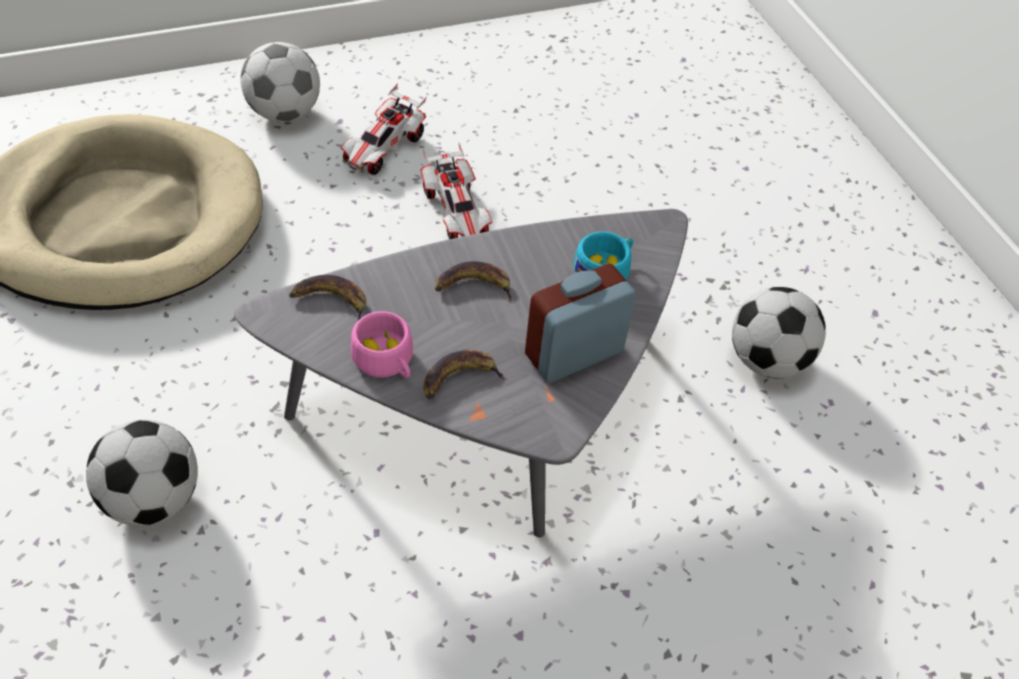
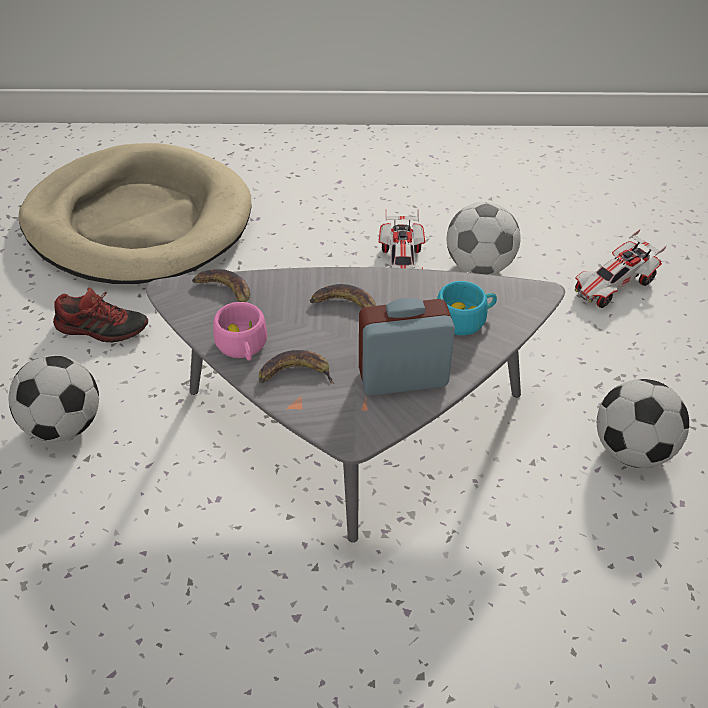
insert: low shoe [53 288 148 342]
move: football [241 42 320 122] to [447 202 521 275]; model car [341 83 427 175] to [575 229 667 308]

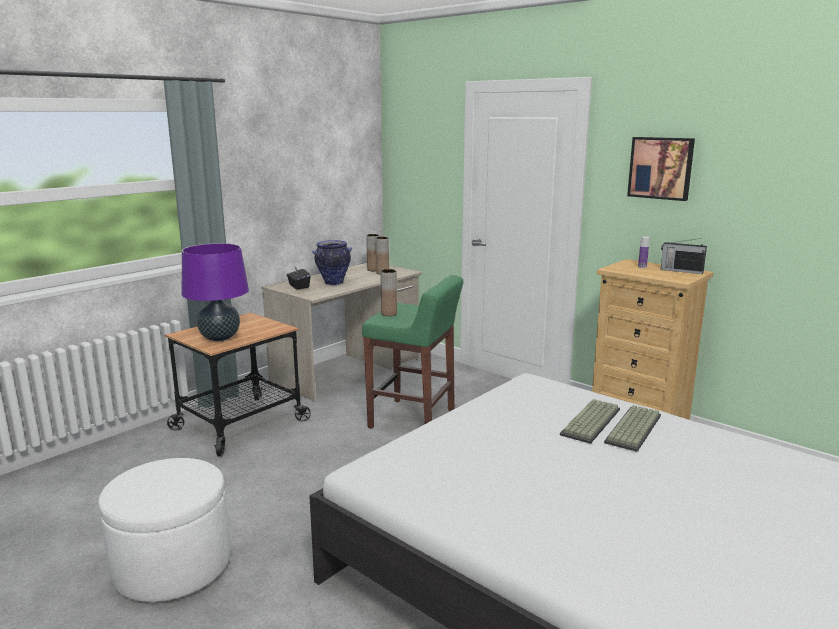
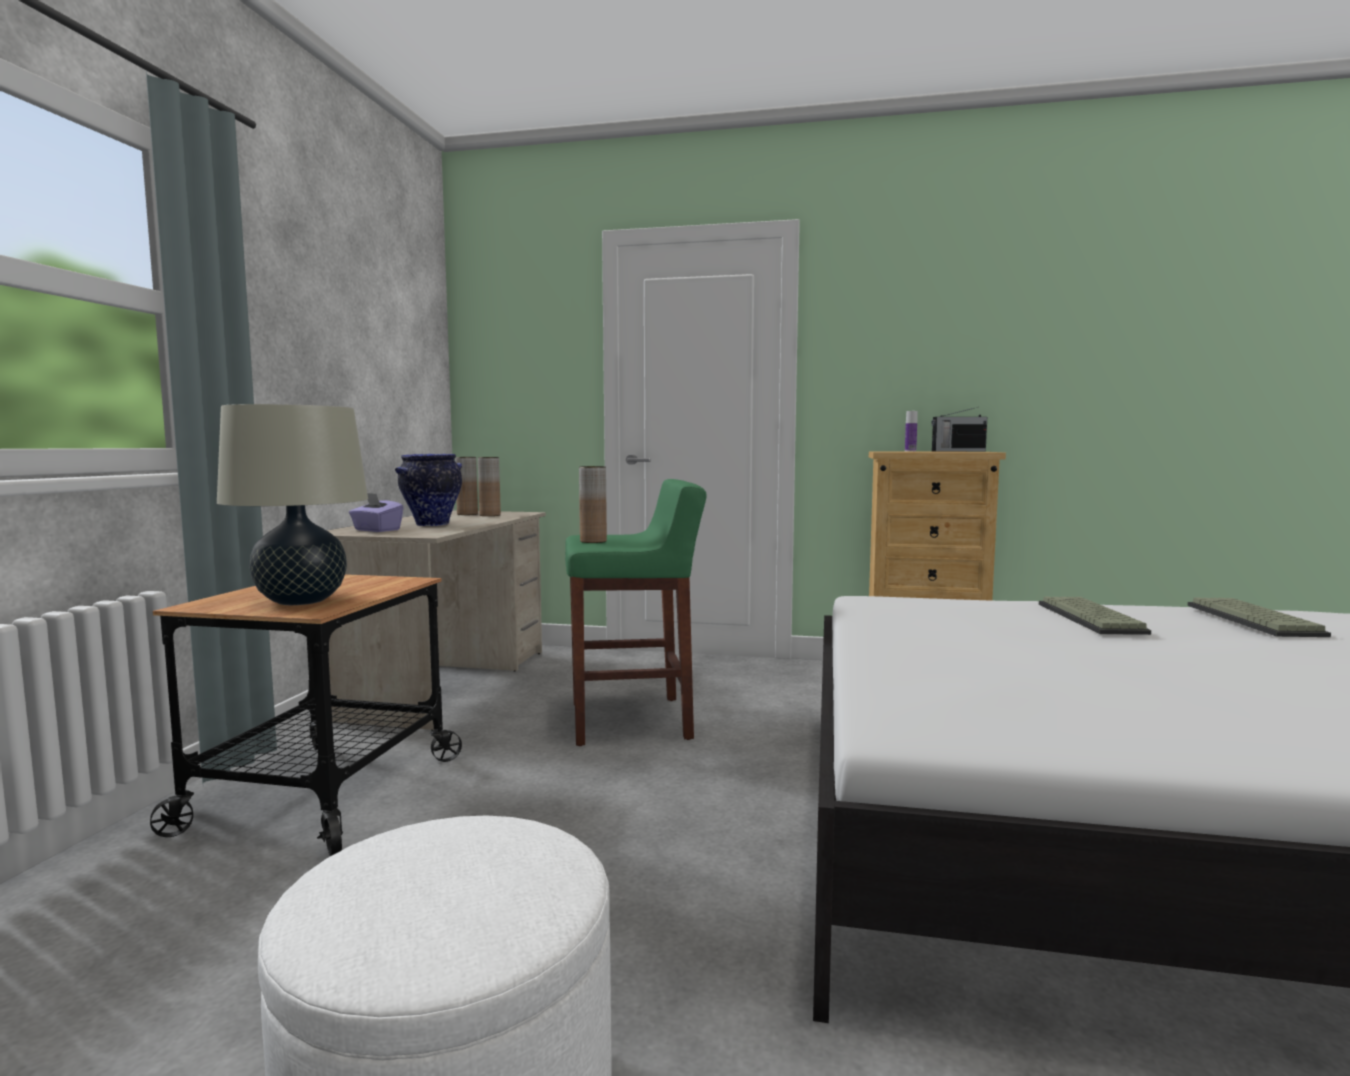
delete: wall picture [627 137 695 201]
move: PC keyboard [560 399 620 444] to [1187 598 1331 637]
recolor: lamp for a table in purple-coloured [182 243 249 341] to lamp for a table in sand-coloured [217 404 368 605]; box of tissues in black [287 266 310 289] to box of tissues in purple-coloured [349 493 404 532]

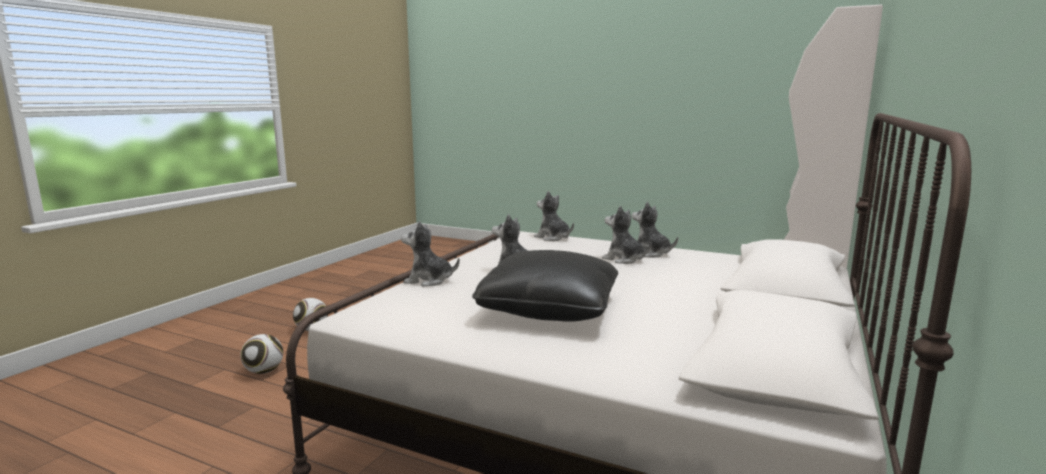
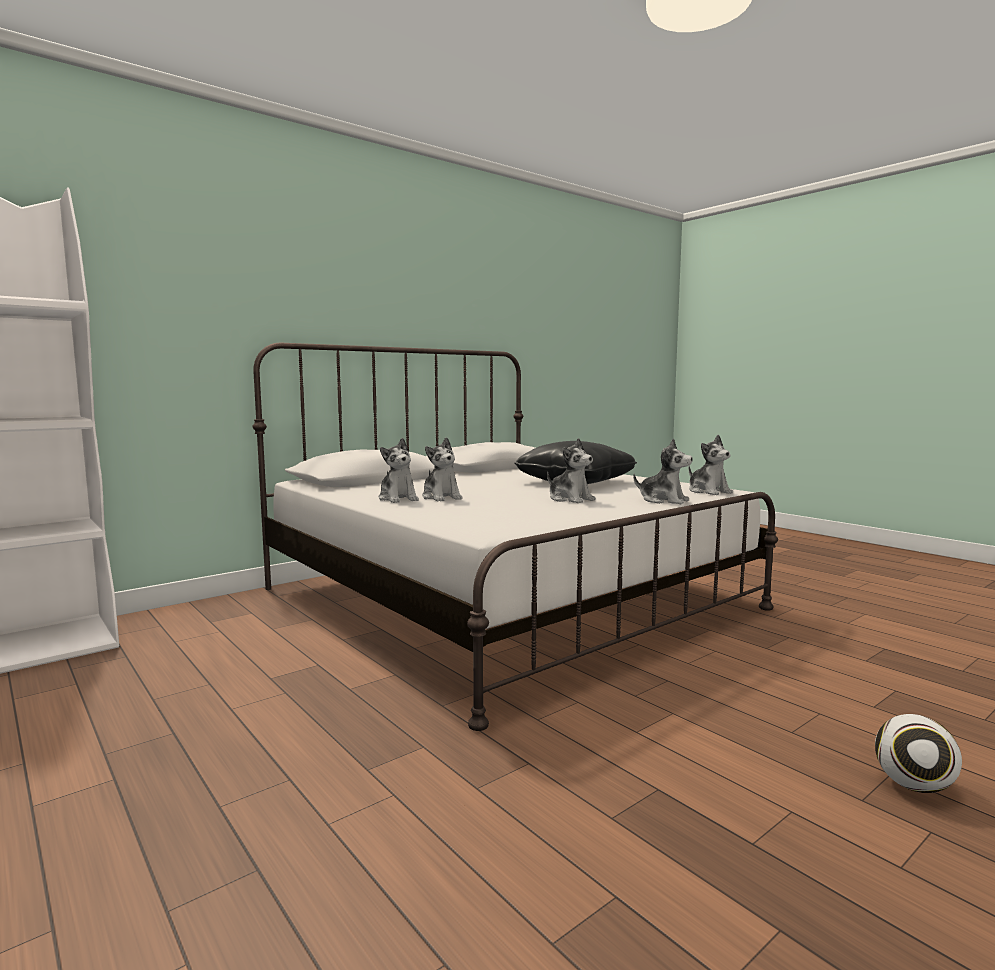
delete: football [240 334 283 374]
move: cuddly toy [534 191 574 241] to [689 434 733 495]

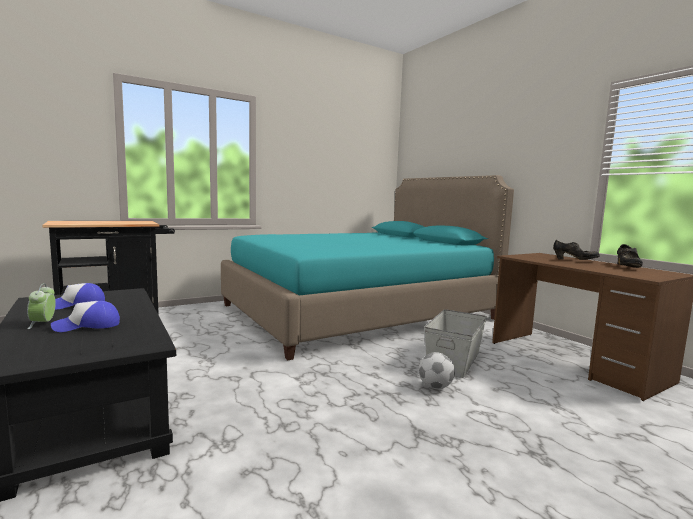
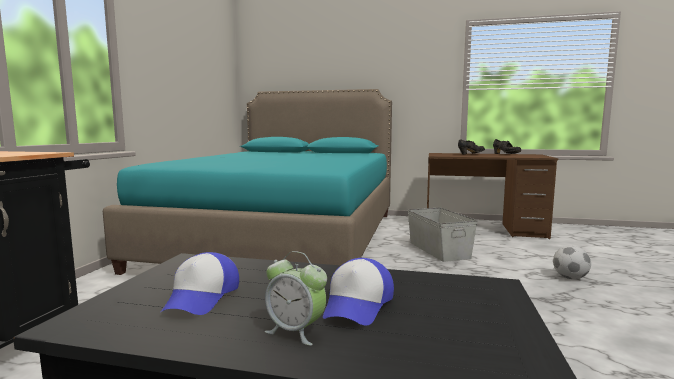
move: football [419 352 455 389] to [553 246 591 279]

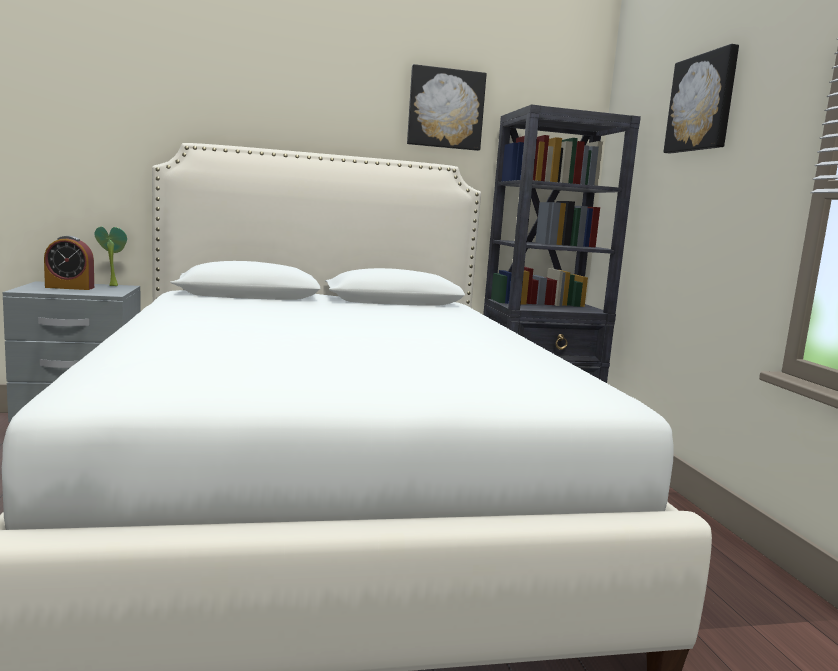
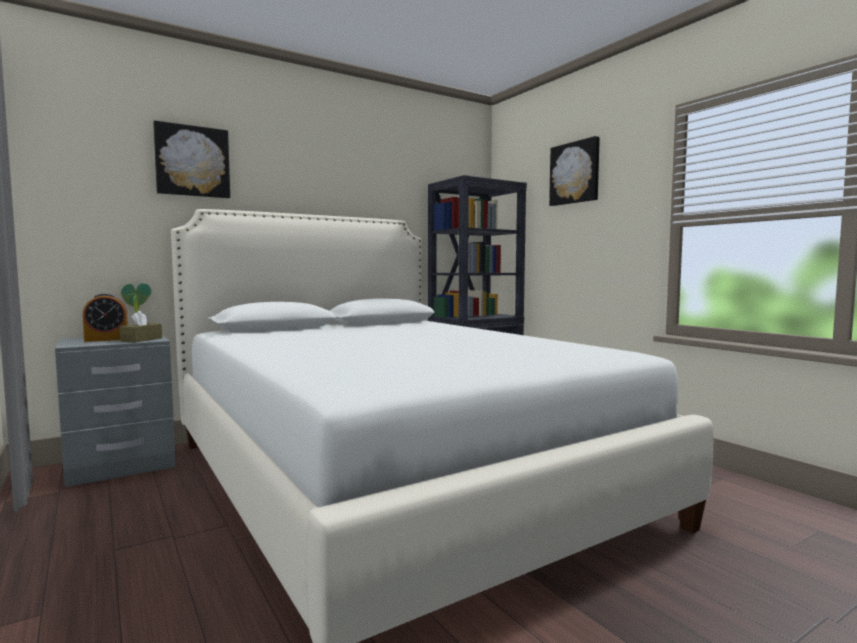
insert: box of tissues in brown-coloured [120 311 162 342]
move: wall picture [407 64 487 151] to [153 121 230 198]

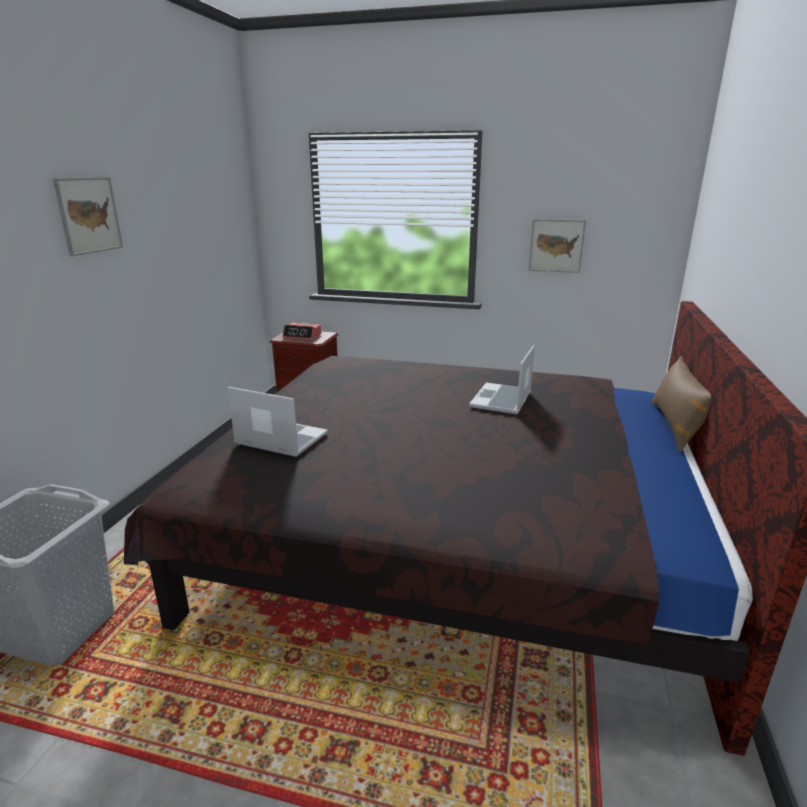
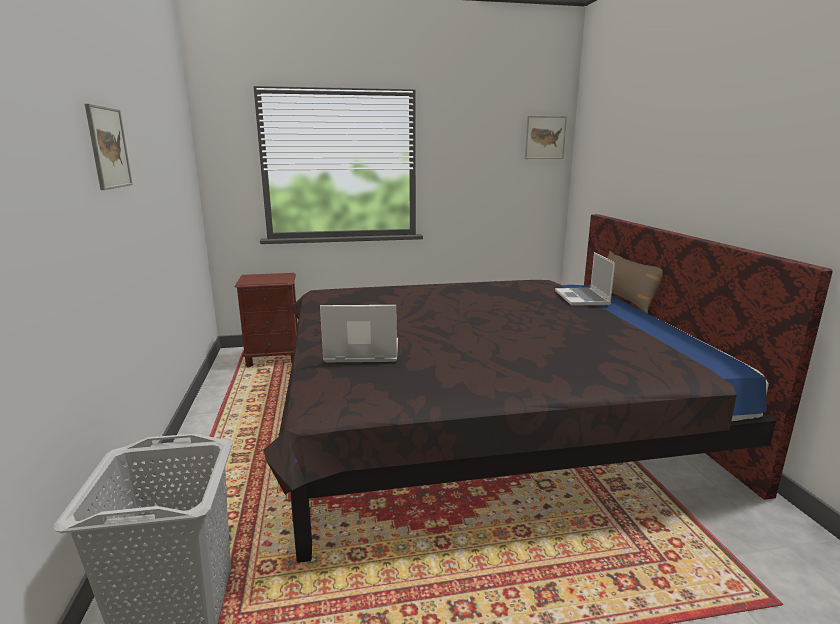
delete: bedside clock [282 323 321 341]
move: wall picture [529 219 586 273] to [525 116 567 159]; portable computer [469 345 535 414] to [555 252 615 306]

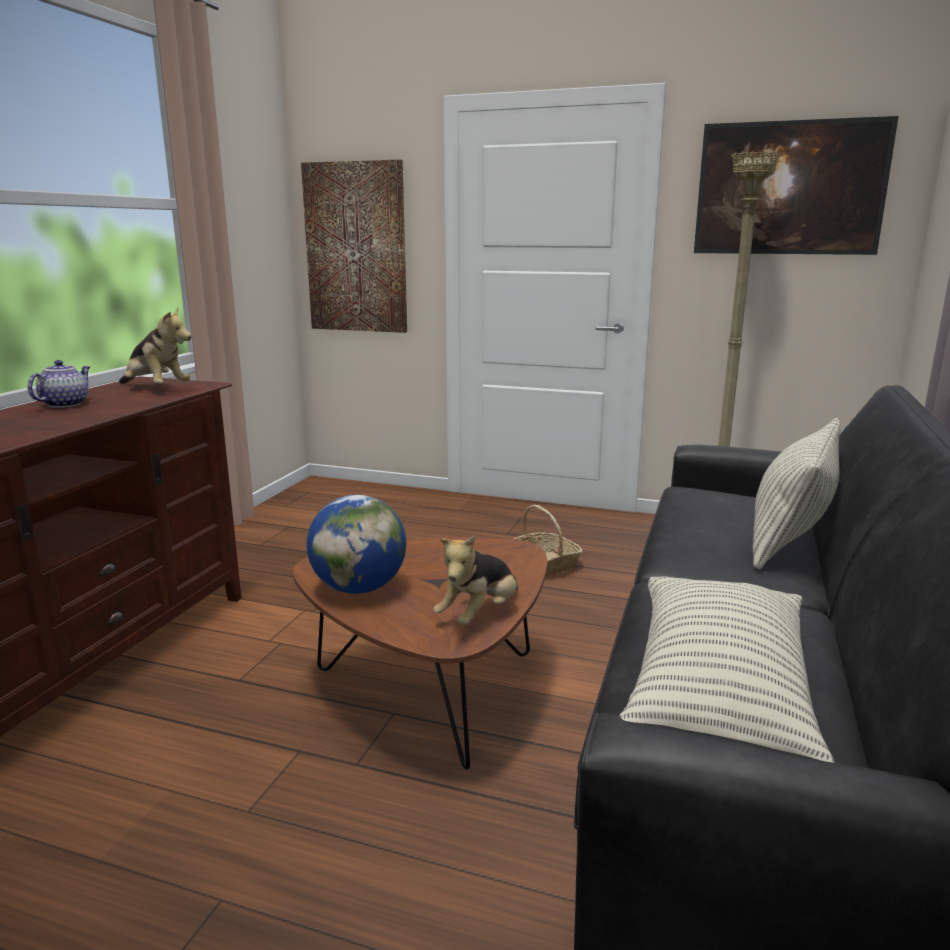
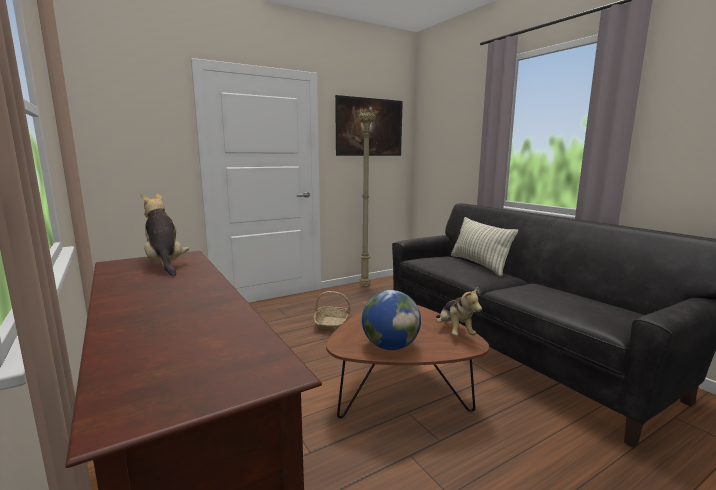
delete: tea pot [28 360 91 408]; wall picture [301 160 407 333]; pillow [620 576 834 763]
rotate: cuddly toy [119 307 191 384] = [141 194 189 276] 105 degrees counterclockwise

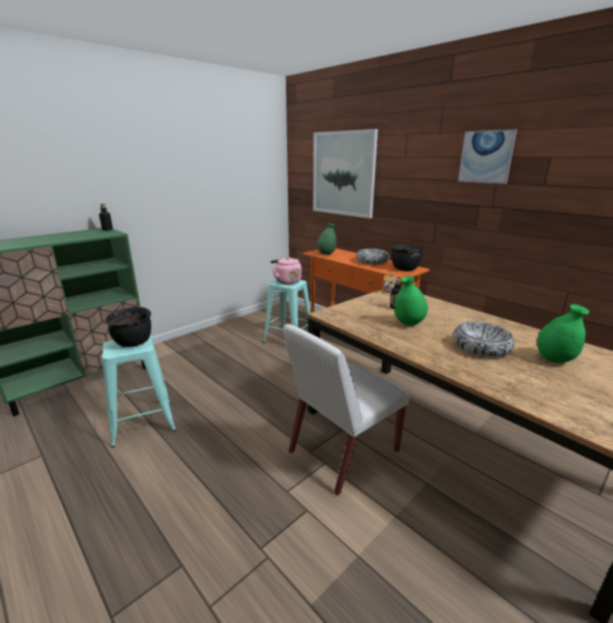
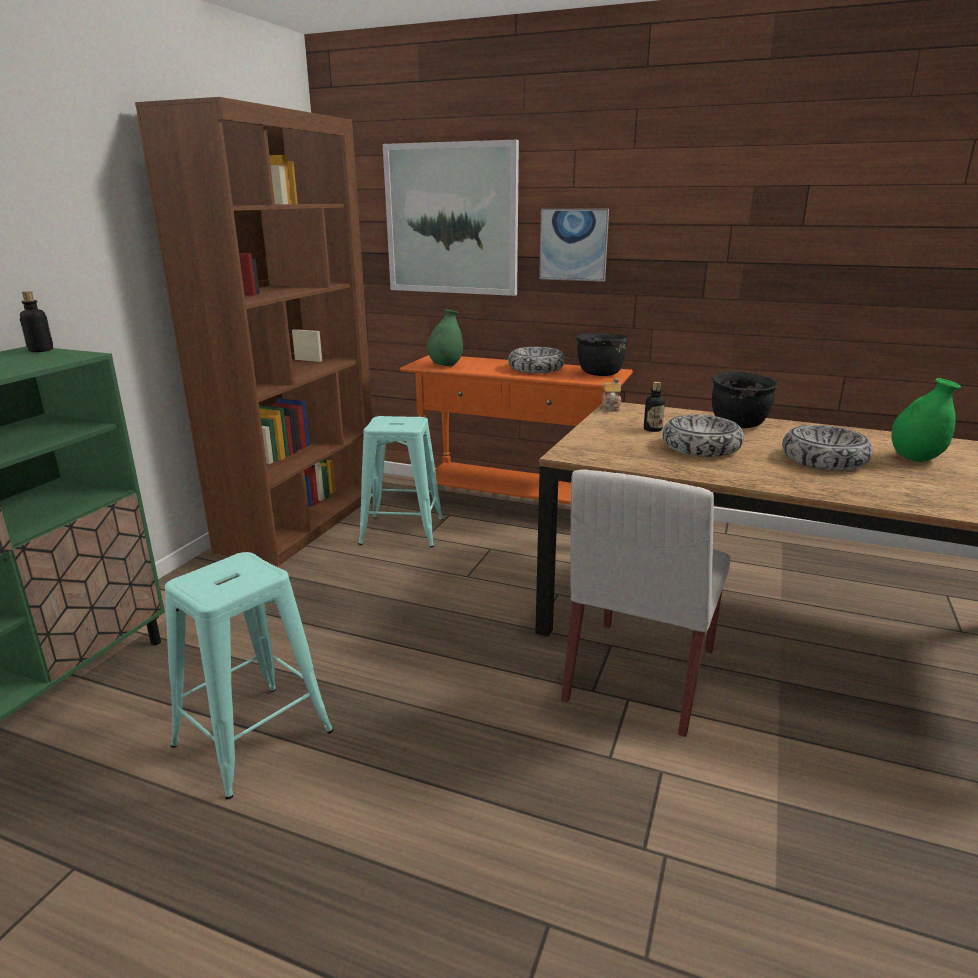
delete: water kettle in pink-coloured [270 257 302 284]
insert: bookshelf in brown-coloured [135 97 373 567]
move: wall picture [458 129 517 184] to [539 209 609 282]; saucepot in black [105 307 151 347] to [712 372 779 428]
replace: flower vase in greenish [395 276 428 326] to bowl [662 415 744 457]

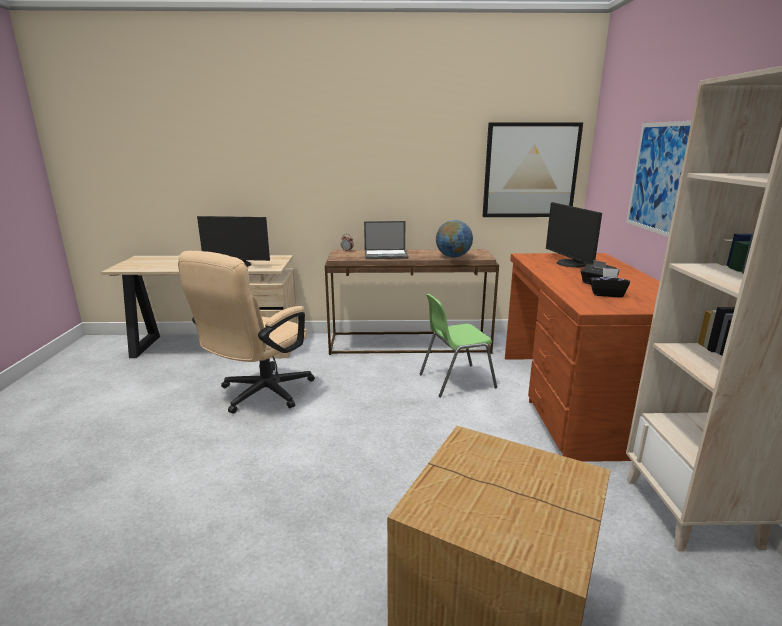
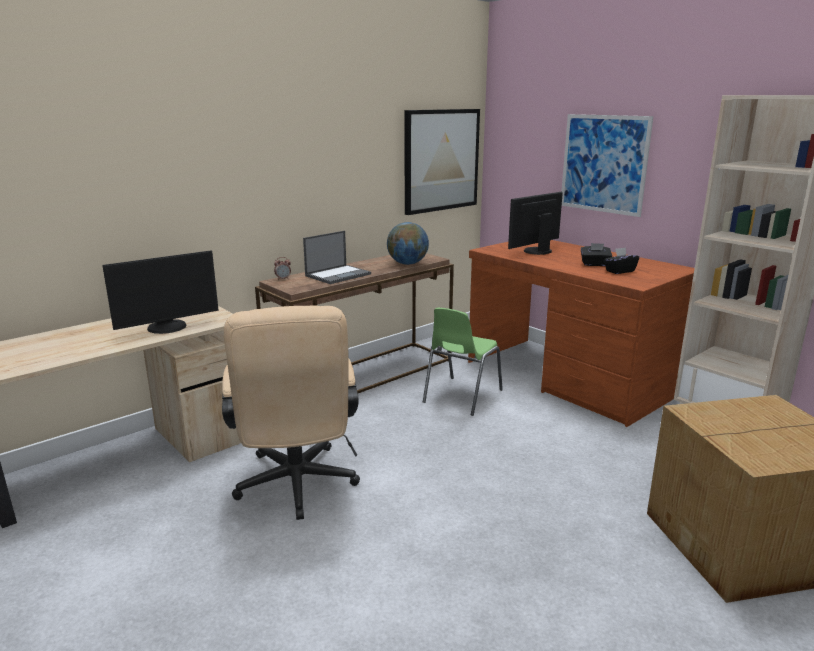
rotate: monitor [546 202 602 268] = [508 192 563 255] 105 degrees clockwise

